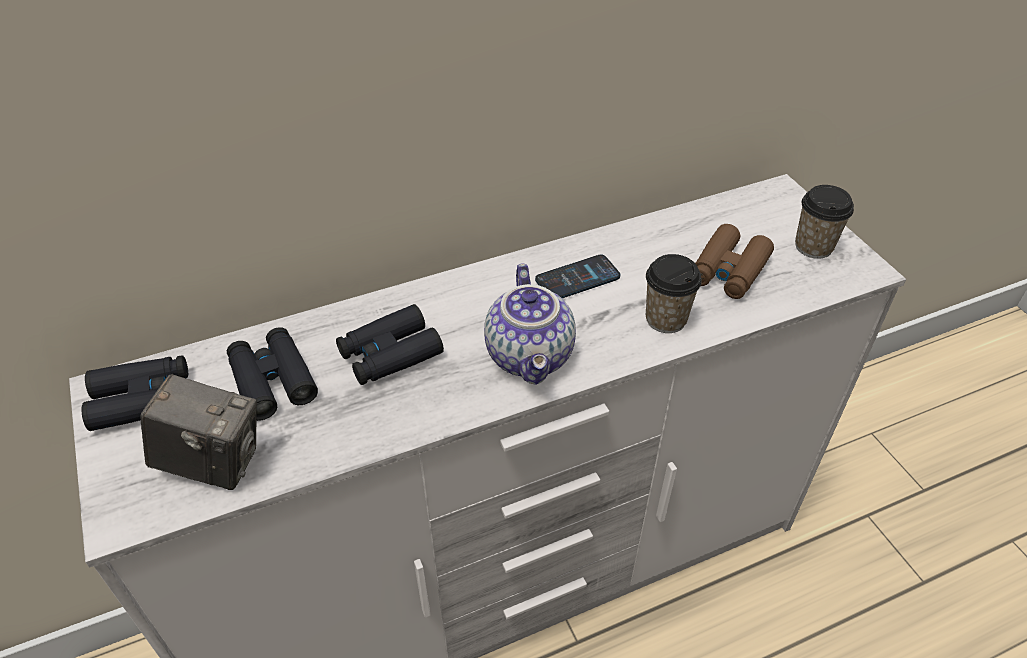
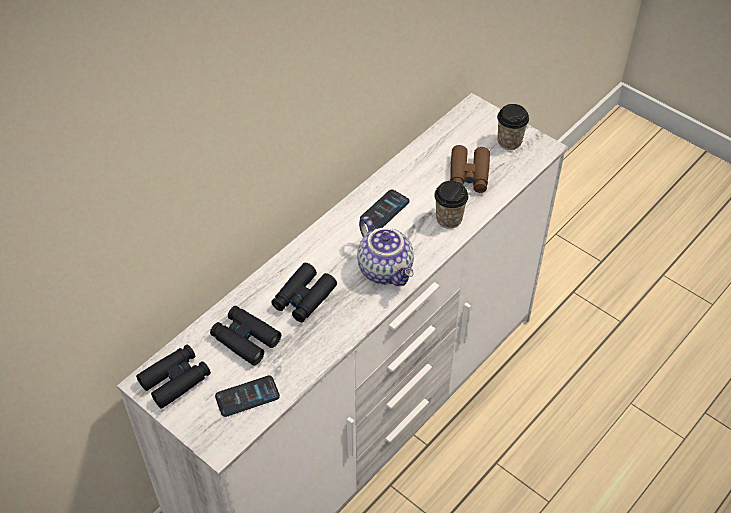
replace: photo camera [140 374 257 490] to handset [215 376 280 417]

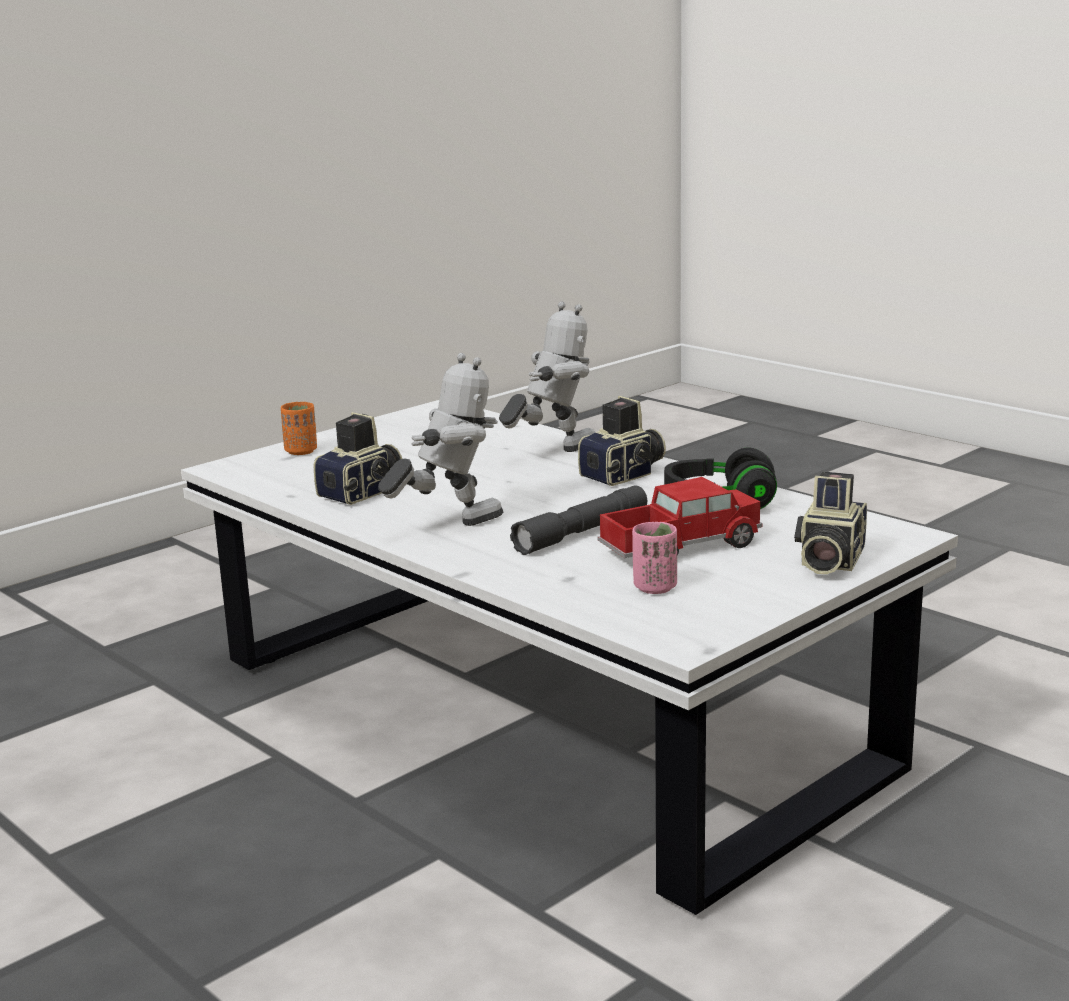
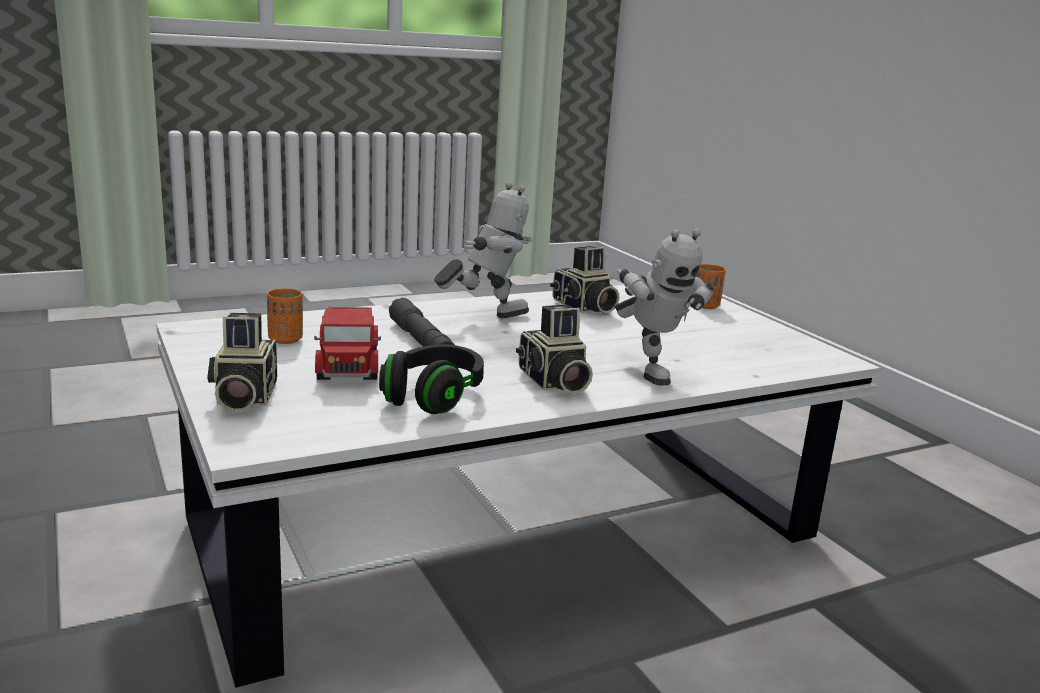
recolor: small cup in pink-coloured [632 522 677 594] to small cup in orange-coloured [267 288 303 344]
rotate: photo camera [794 472 867 574] = [207 313 277 412] 135 degrees counterclockwise; robot figure [378 353 503 526] = [434 182 532 318] 105 degrees counterclockwise

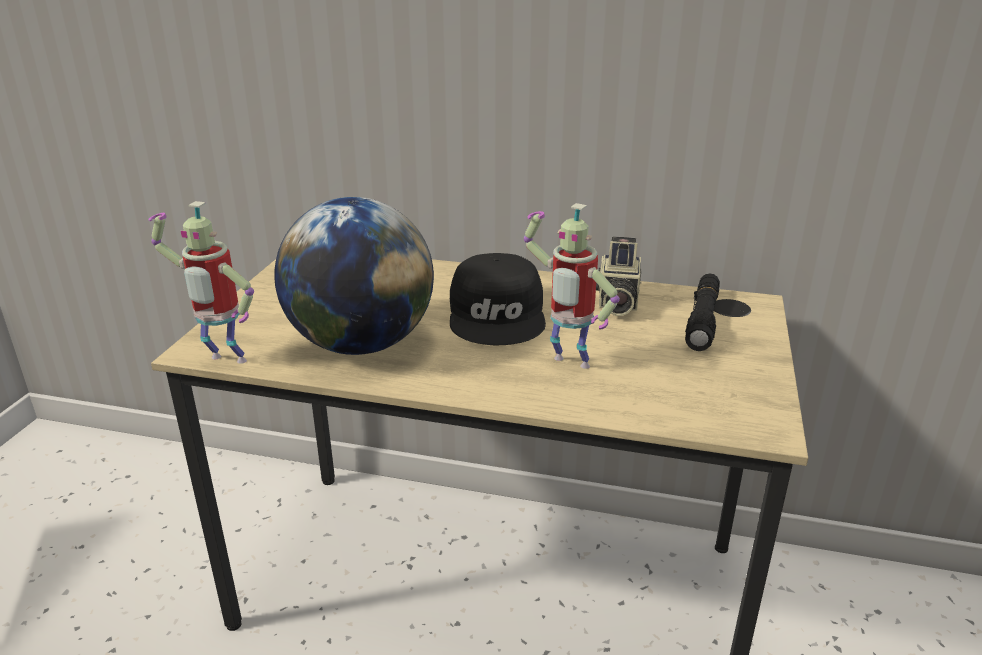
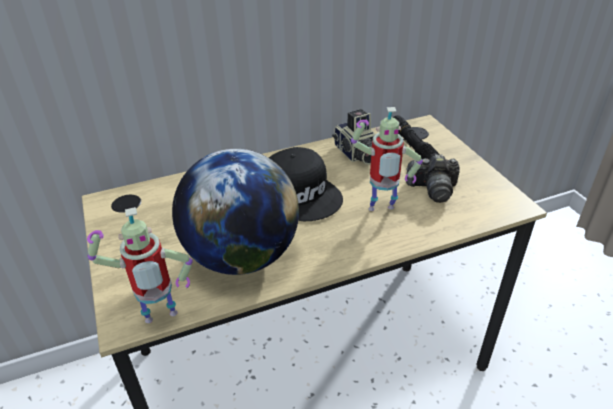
insert: photo camera [406 154 460 203]

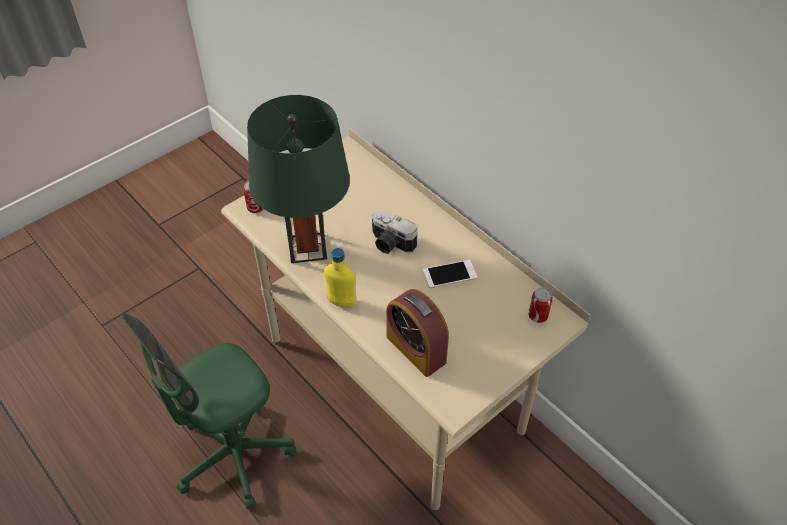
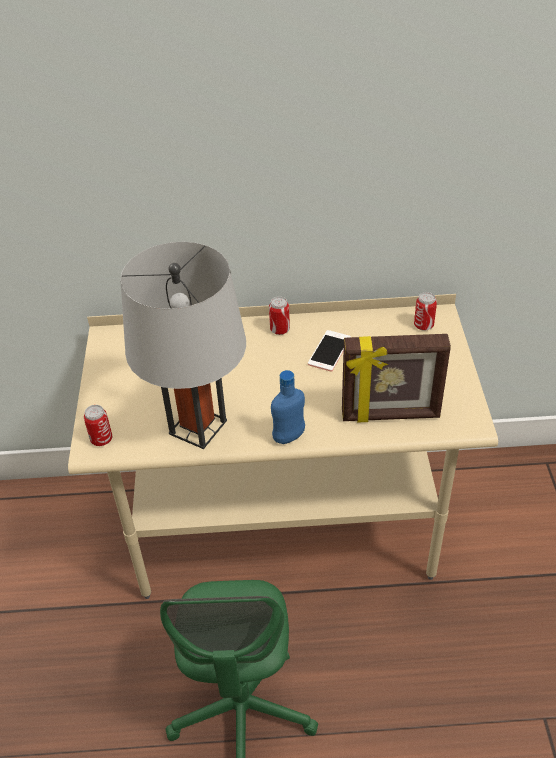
delete: photo camera [372 211 417 254]
insert: sealed can [269 296 290 335]
replace: bedside clock [386 289 449 377] to photo frame [342 334 451 423]
recolor: lamp for a table in greenish [247 95 350 263] to lamp for a table in gray [120 242 246 449]; drink bottle in yellow-coloured [324 248 356 307] to drink bottle in blue [271 370 305 444]

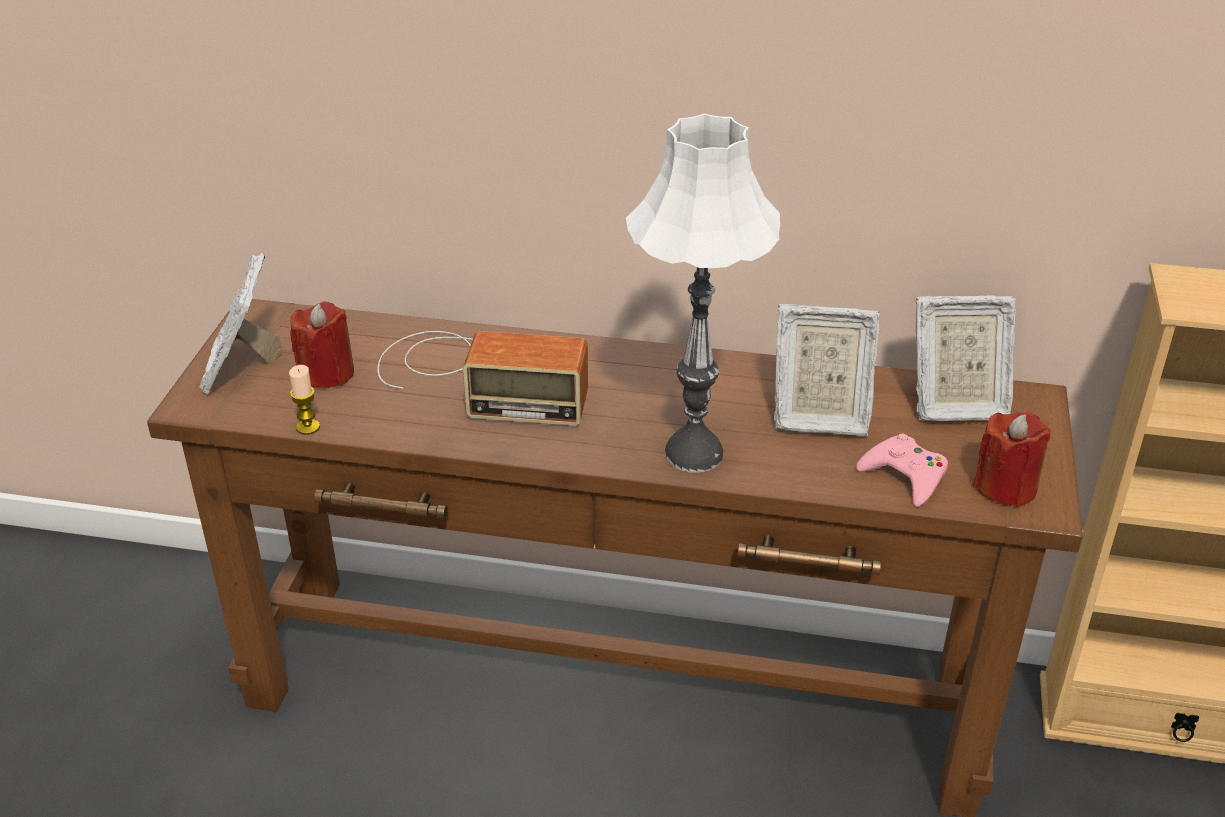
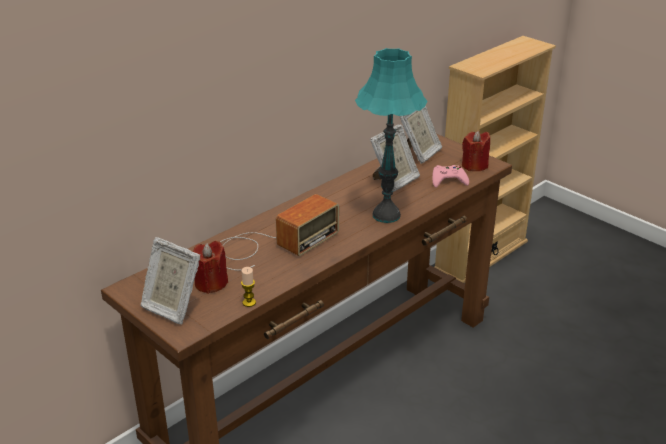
recolor: lamp for a table in whitish [626 113 780 473] to lamp for a table in turquoise [355 48 428 223]

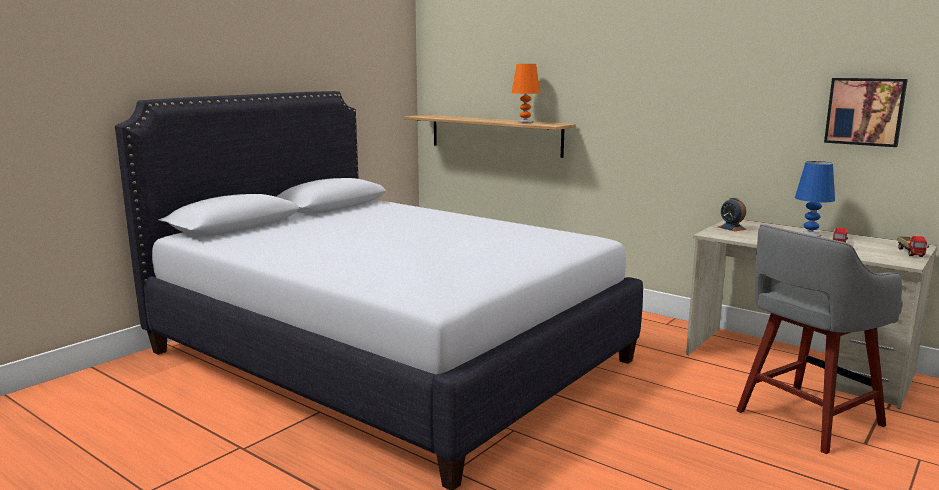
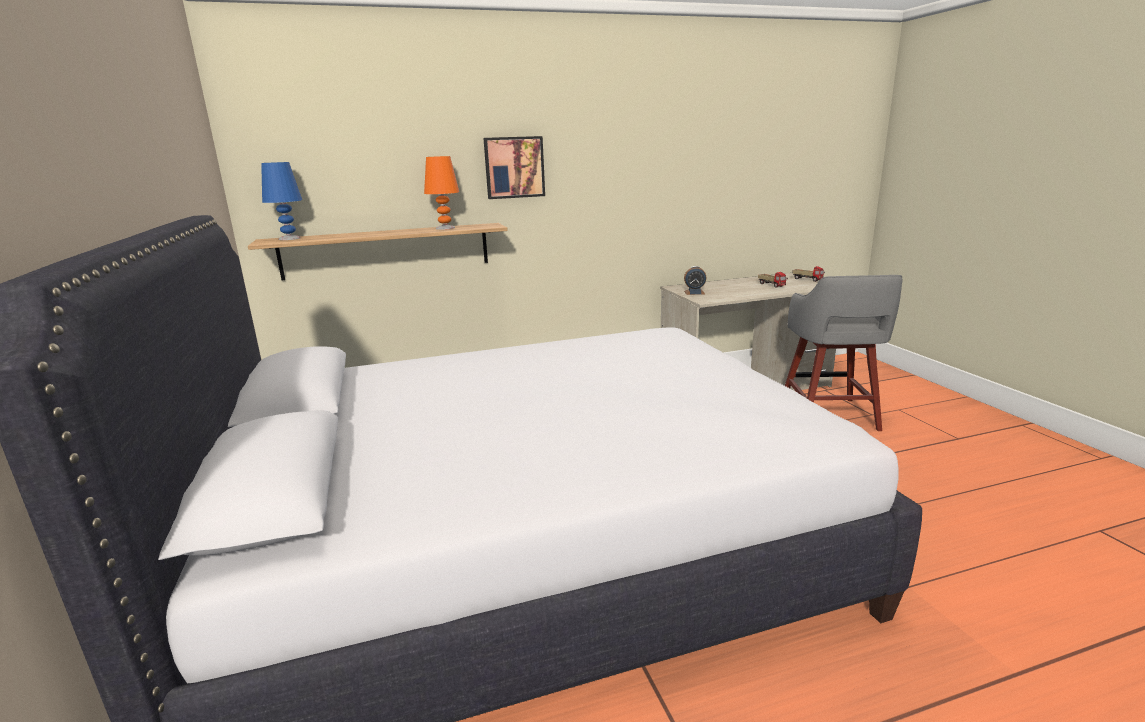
move: lamp for a table in blue [795 161 835 237] to [261 162 302 240]; wall picture [824 78 908 147] to [483 136 545 199]

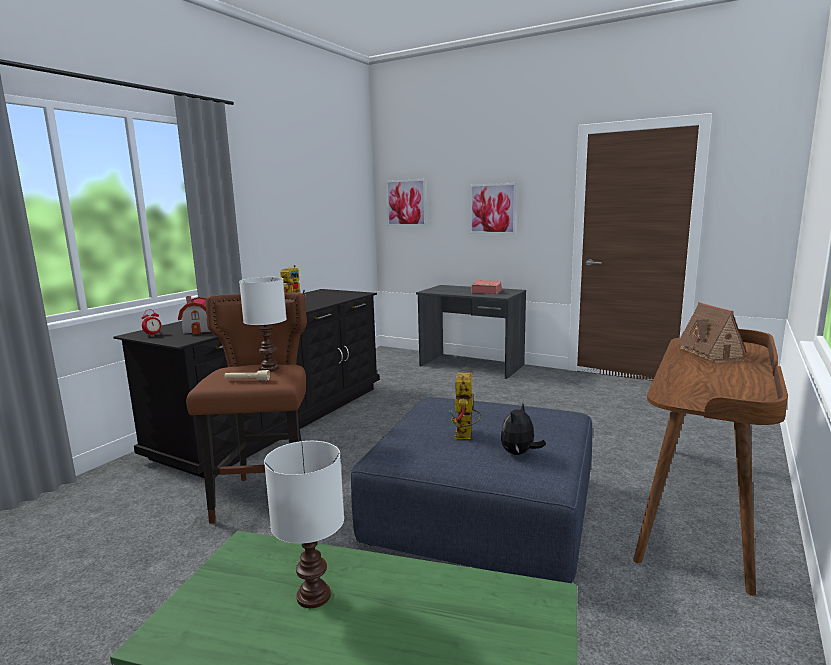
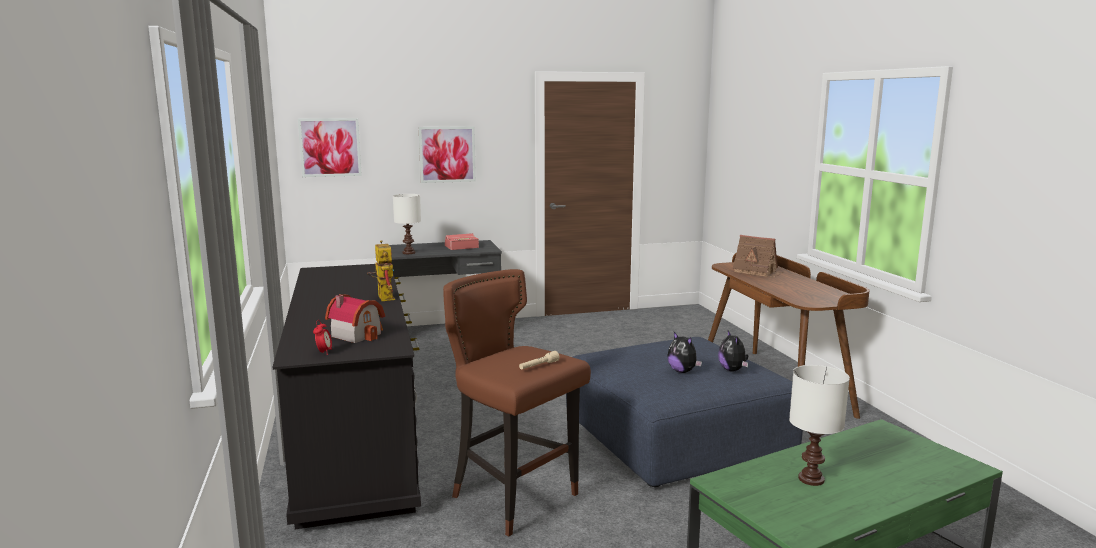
move: lamp for a table in whitish [239 277 287 372] to [393 194 421 254]
replace: robot figure [449 372 481 439] to cuddly toy [667 332 702 373]

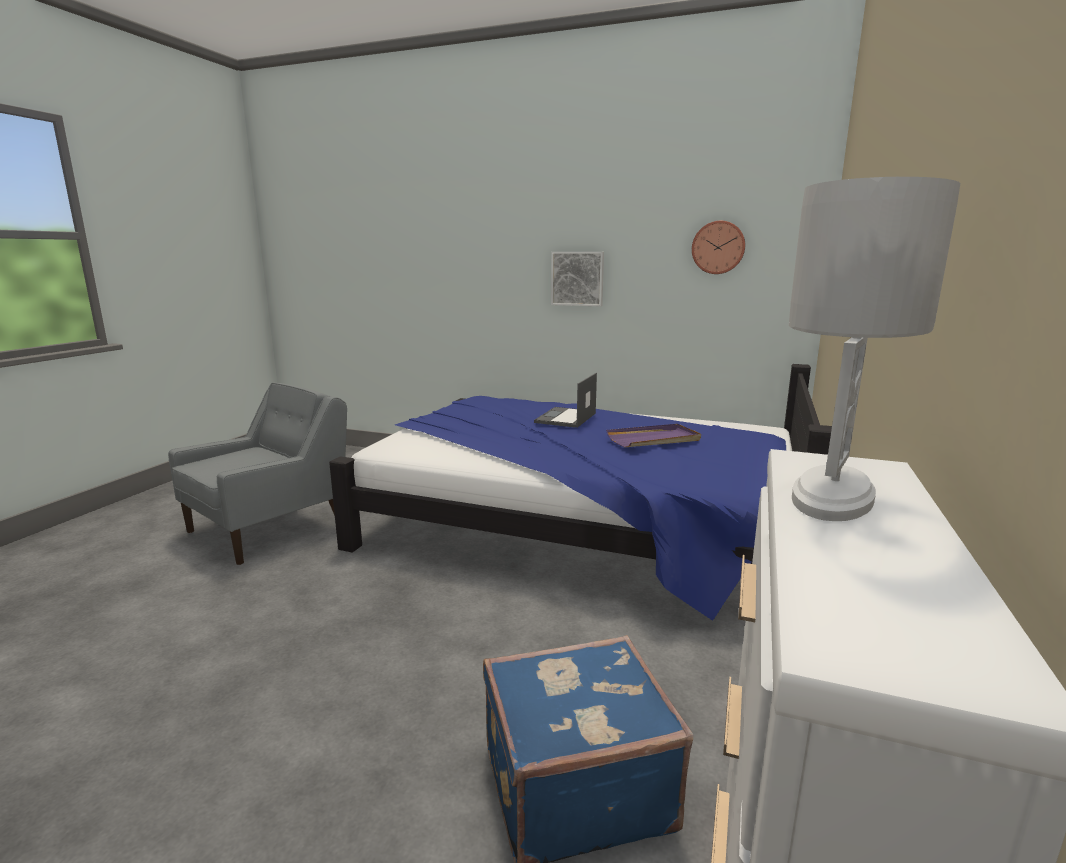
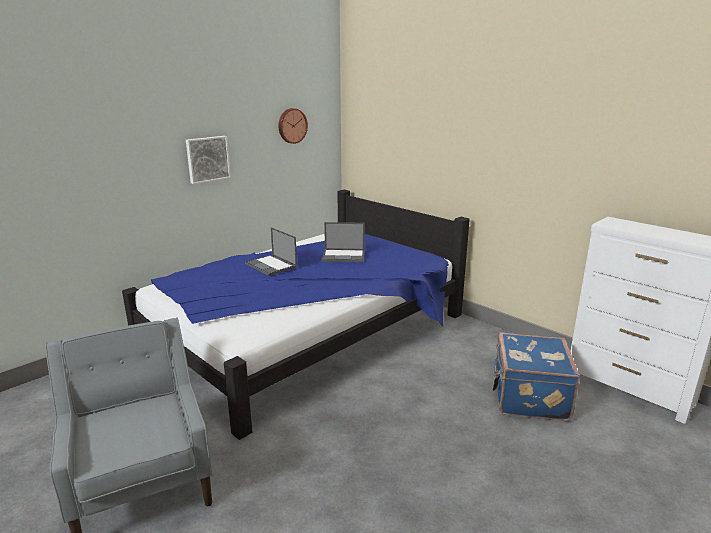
delete: lamp for a table in whitish [789 177 960 521]
replace: carrying tray in purple-coloured [606 424 701 448] to portable computer [322 222 365 262]

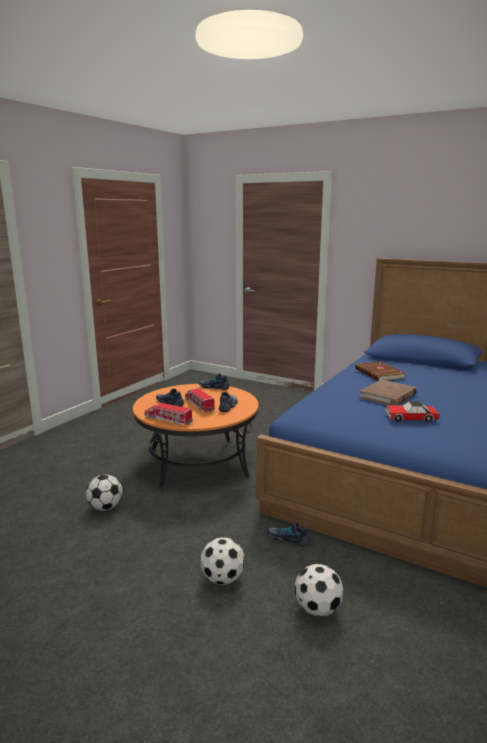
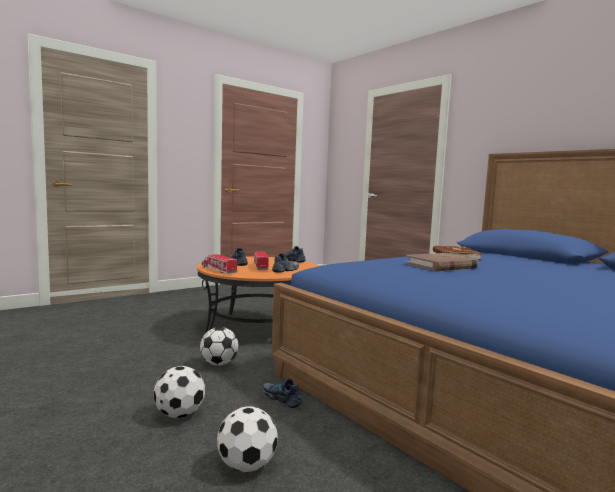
delete: model car [385 401 440 422]
move: football [86 474 122 511] to [200 327 238 366]

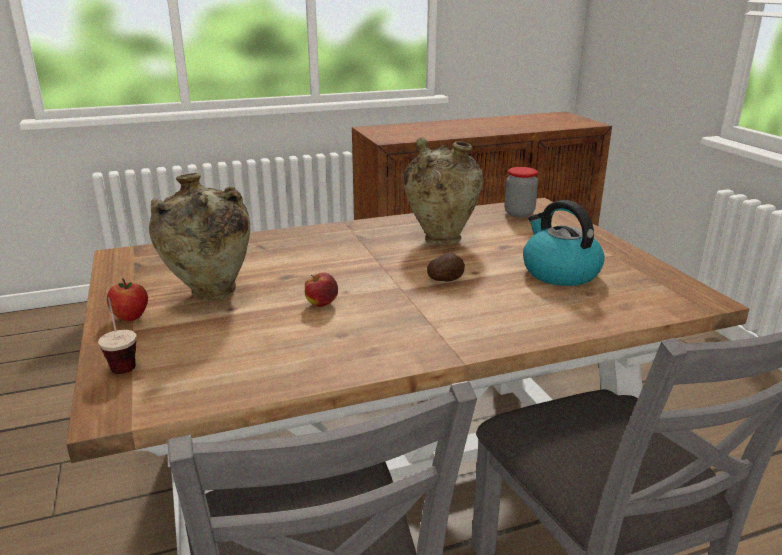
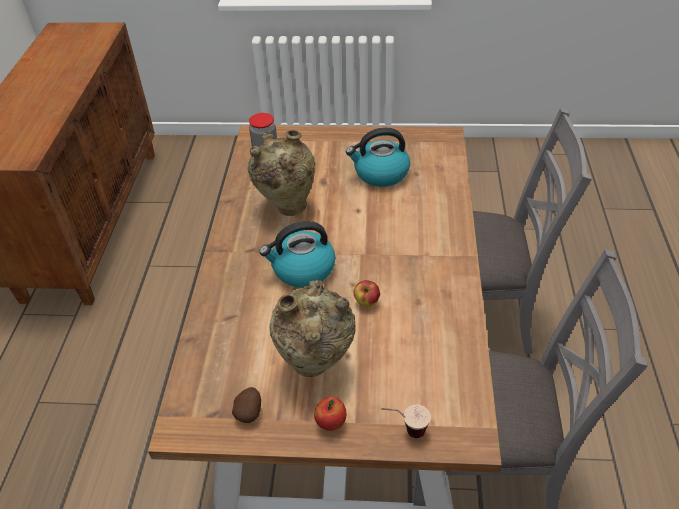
insert: water kettle [259 221 335 288]
move: whole potato [427 254 465 281] to [232 387 261 423]

